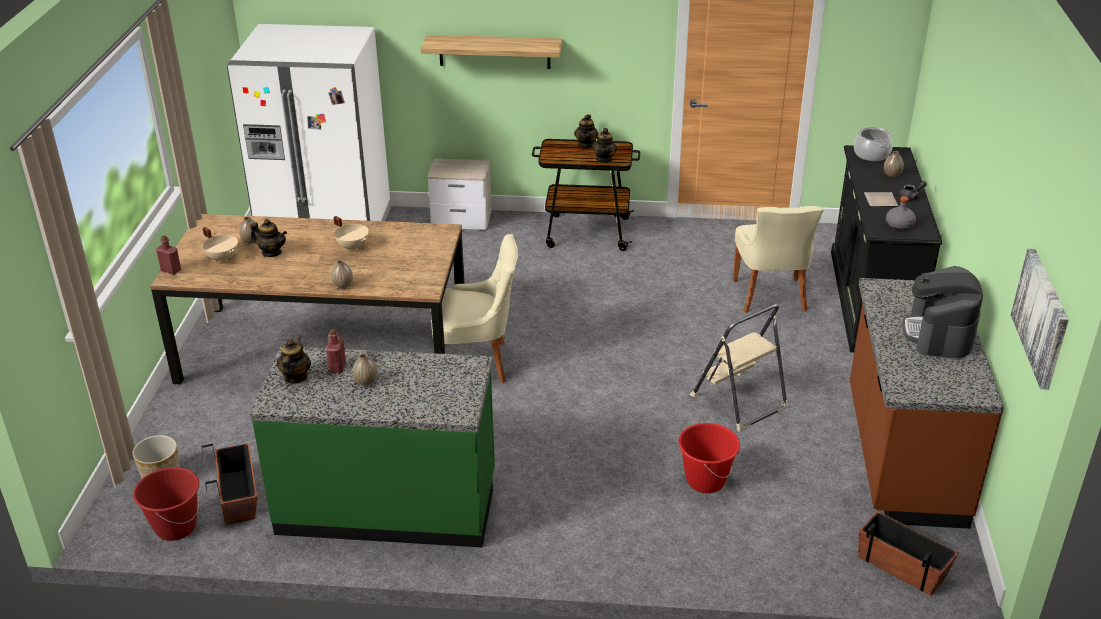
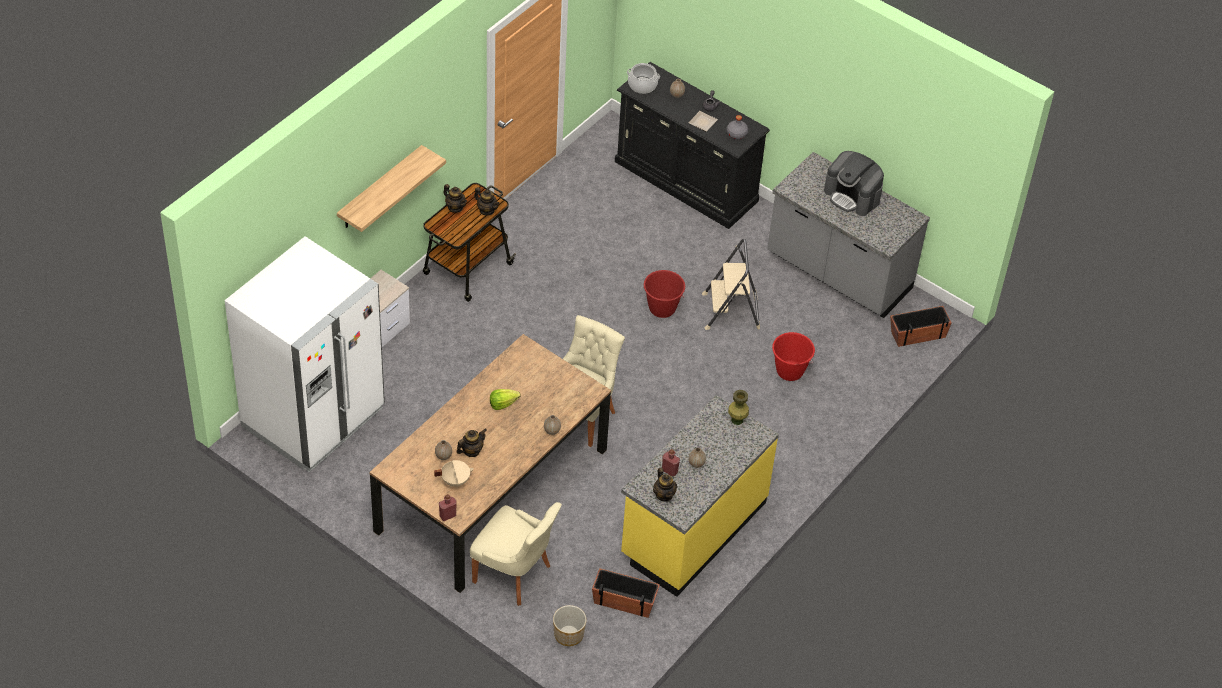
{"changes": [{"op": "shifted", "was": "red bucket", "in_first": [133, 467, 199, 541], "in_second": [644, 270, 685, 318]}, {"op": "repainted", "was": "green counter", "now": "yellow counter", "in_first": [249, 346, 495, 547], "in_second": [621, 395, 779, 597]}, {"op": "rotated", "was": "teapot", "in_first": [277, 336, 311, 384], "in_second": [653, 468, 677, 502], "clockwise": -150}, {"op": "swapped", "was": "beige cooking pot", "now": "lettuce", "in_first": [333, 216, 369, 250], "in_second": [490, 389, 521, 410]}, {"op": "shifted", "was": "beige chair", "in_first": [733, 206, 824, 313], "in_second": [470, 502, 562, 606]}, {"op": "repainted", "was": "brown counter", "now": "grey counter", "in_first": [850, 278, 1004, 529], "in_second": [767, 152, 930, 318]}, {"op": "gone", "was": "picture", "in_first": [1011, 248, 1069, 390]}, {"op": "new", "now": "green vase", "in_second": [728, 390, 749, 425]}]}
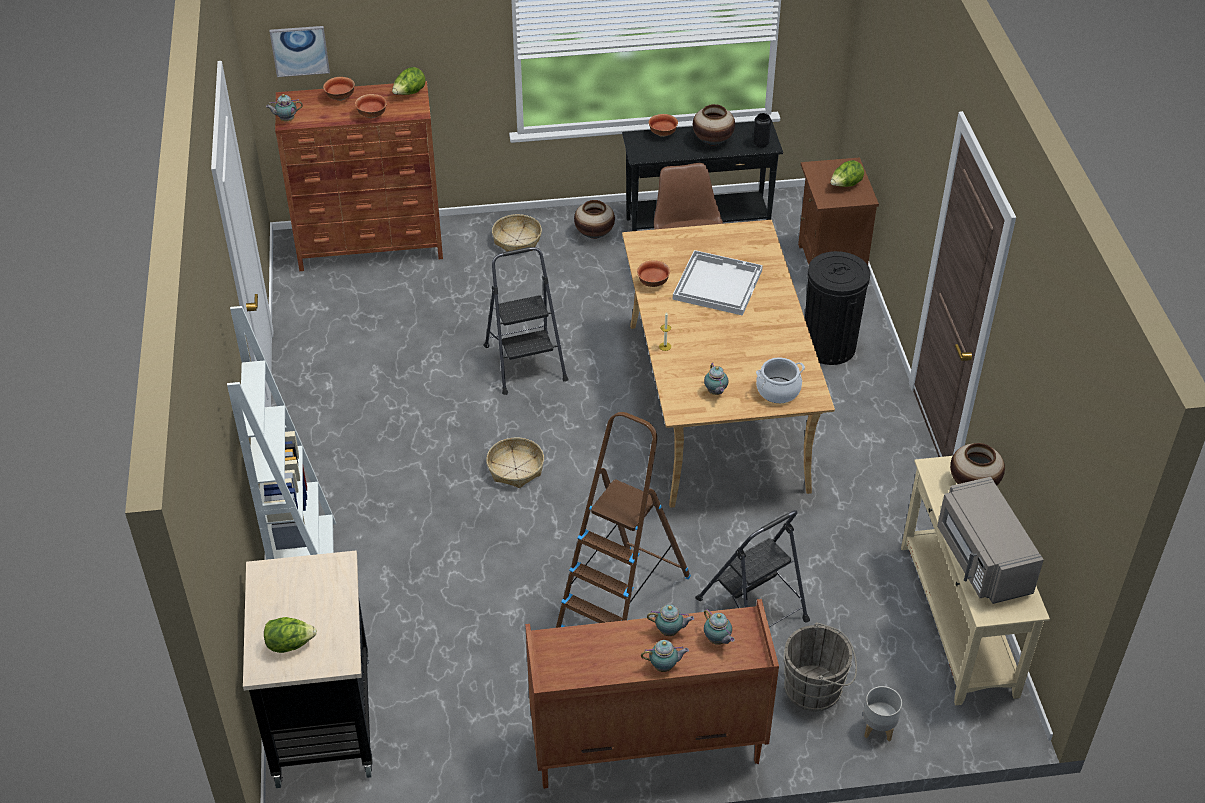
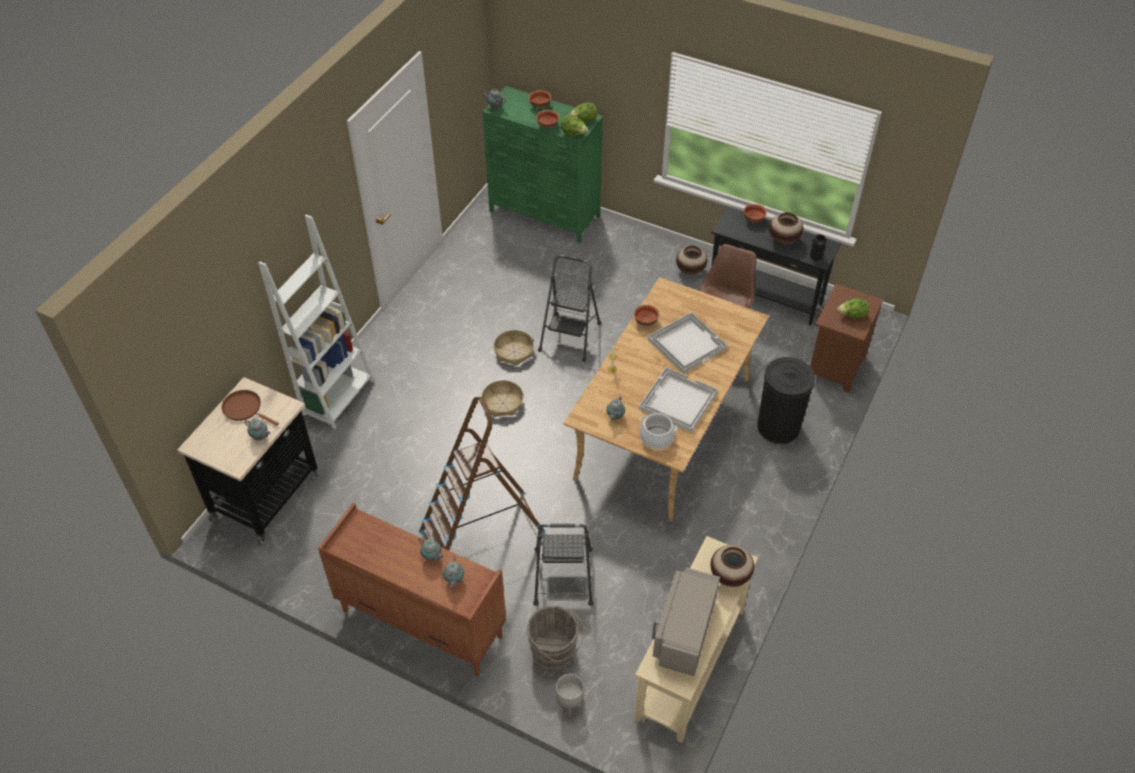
{"changes": [{"op": "shifted", "was": "lettuce", "in_first": [264, 617, 317, 653], "in_second": [561, 115, 588, 135]}, {"op": "gone", "was": "picture", "in_first": [270, 26, 330, 77]}, {"op": "repainted", "was": "brown dresser", "now": "green dresser", "in_first": [275, 81, 443, 271], "in_second": [482, 86, 603, 243]}, {"op": "shifted", "was": "basket", "in_first": [492, 214, 542, 251], "in_second": [494, 330, 534, 366]}, {"op": "shifted", "was": "teapot", "in_first": [641, 640, 689, 672], "in_second": [245, 419, 270, 441]}, {"op": "new", "now": "brown frying pan", "in_second": [222, 390, 279, 426]}, {"op": "new", "now": "white tray", "in_second": [639, 367, 718, 433]}]}
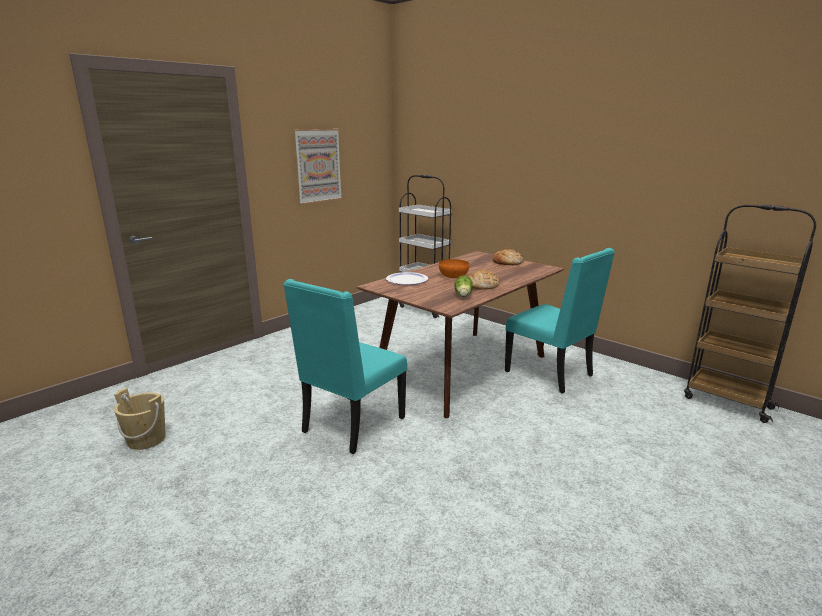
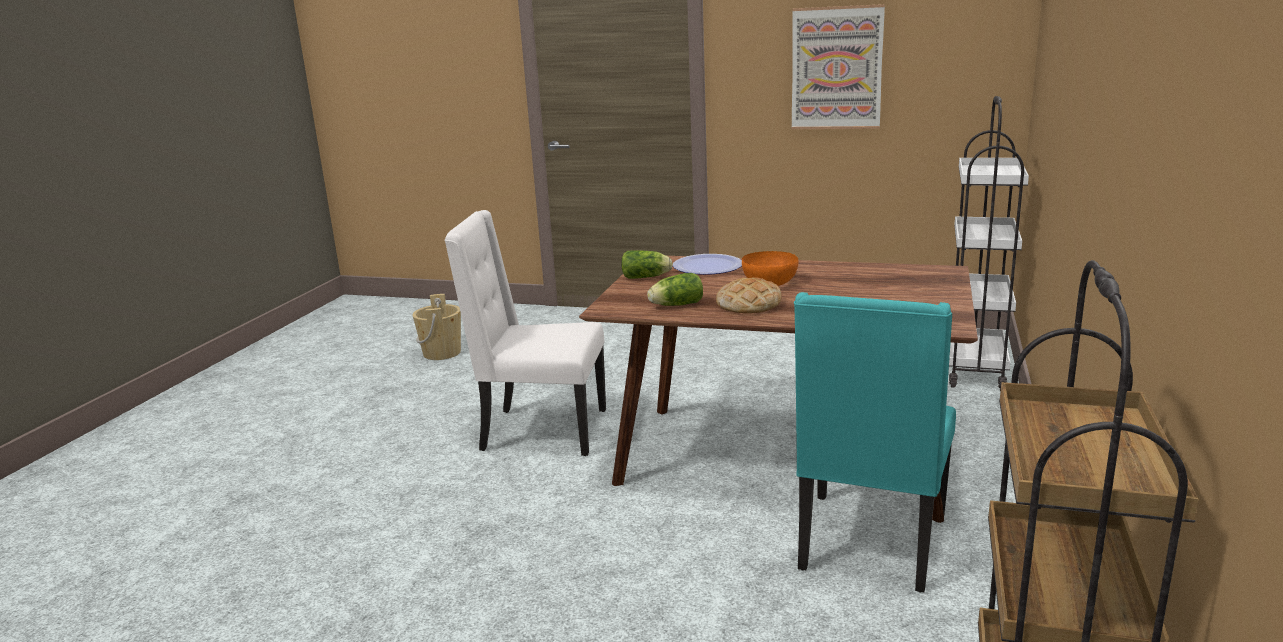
{"changes": [{"op": "repainted", "was": "turquoise chair", "now": "white chair", "in_first": [284, 279, 407, 454], "in_second": [444, 210, 606, 456]}, {"op": "gone", "was": "bread", "in_first": [493, 249, 523, 265]}, {"op": "new", "now": "lettuce", "in_second": [621, 250, 673, 279]}]}
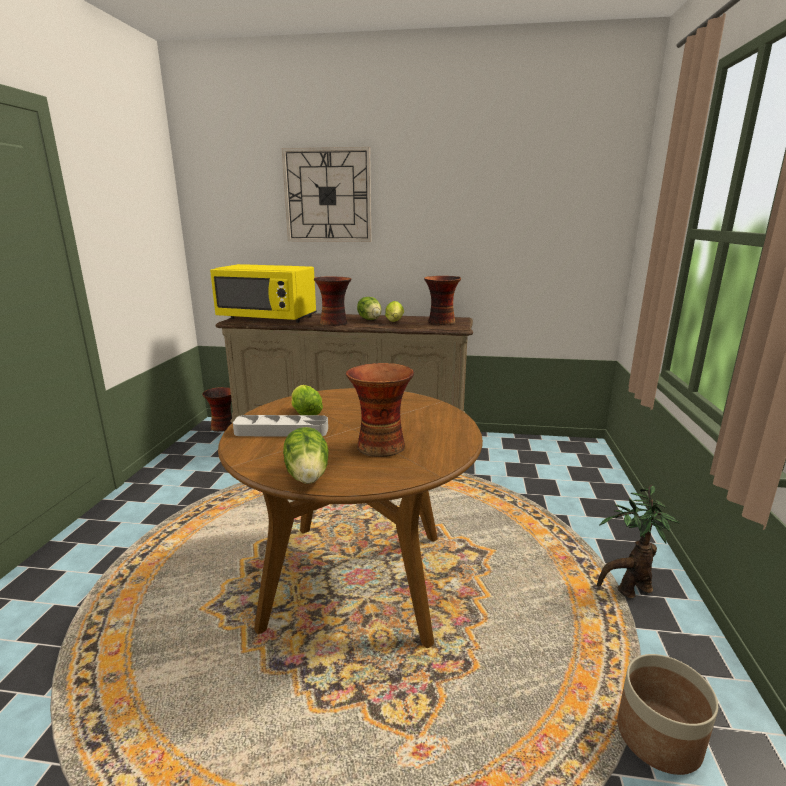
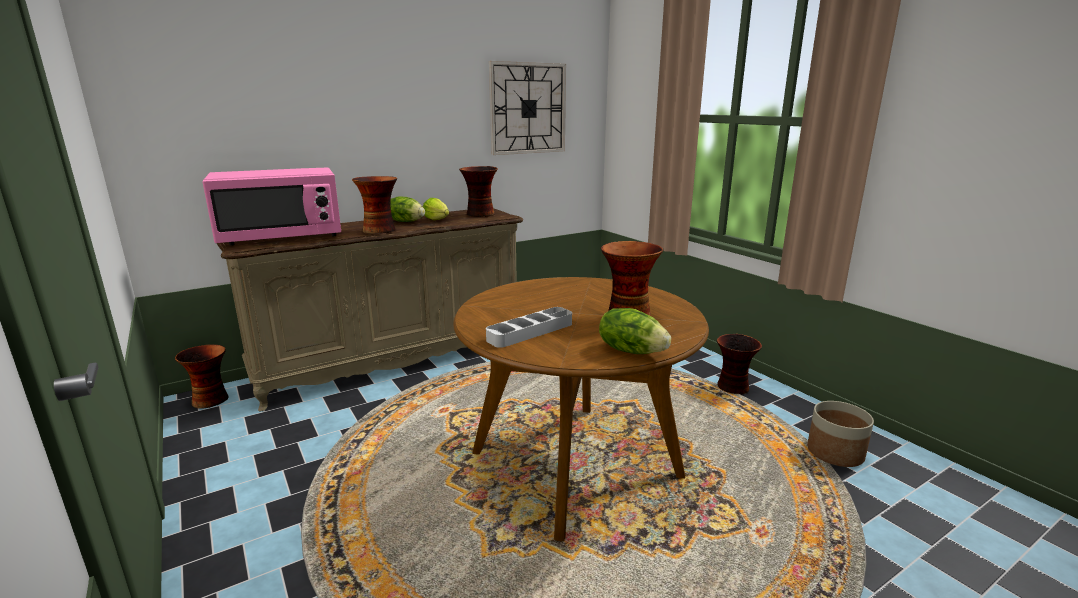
{"changes": [{"op": "repainted", "was": "yellow microwave", "now": "pink microwave", "in_first": [210, 264, 317, 323], "in_second": [202, 168, 341, 246]}, {"op": "shifted", "was": "wall clock", "in_first": [282, 147, 371, 242], "in_second": [489, 61, 566, 155]}, {"op": "gone", "was": "lettuce", "in_first": [291, 385, 323, 415]}, {"op": "swapped", "was": "potted plant", "now": "vase", "in_first": [597, 485, 679, 598], "in_second": [717, 334, 762, 395]}]}
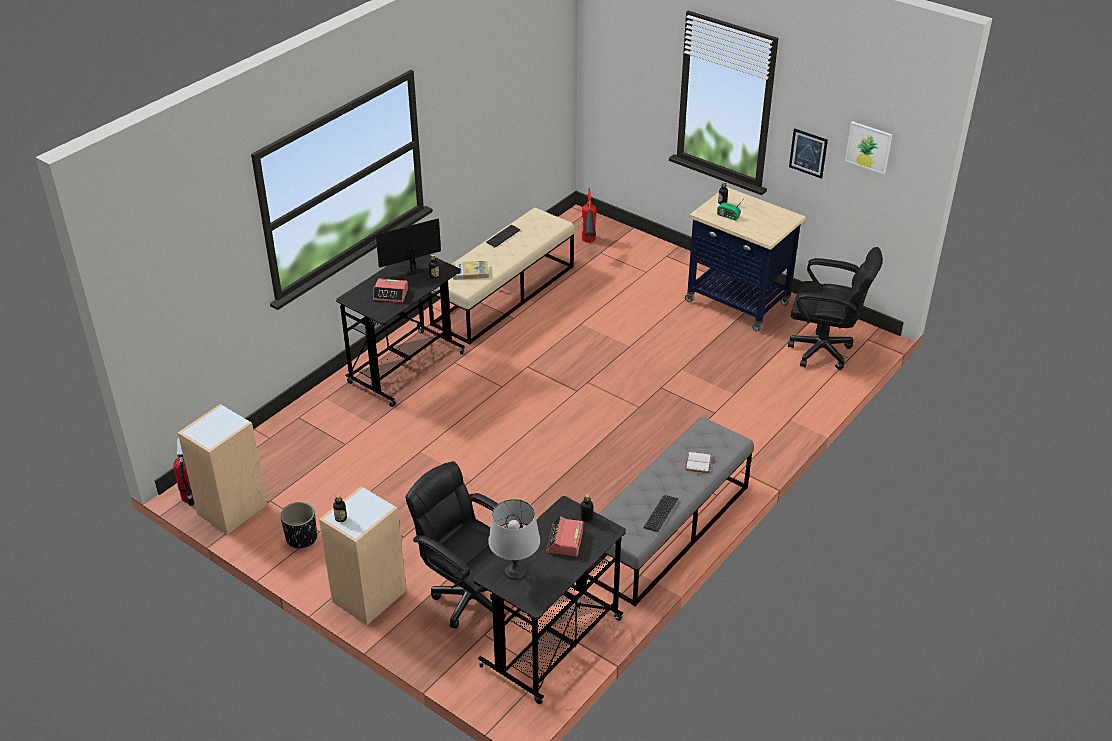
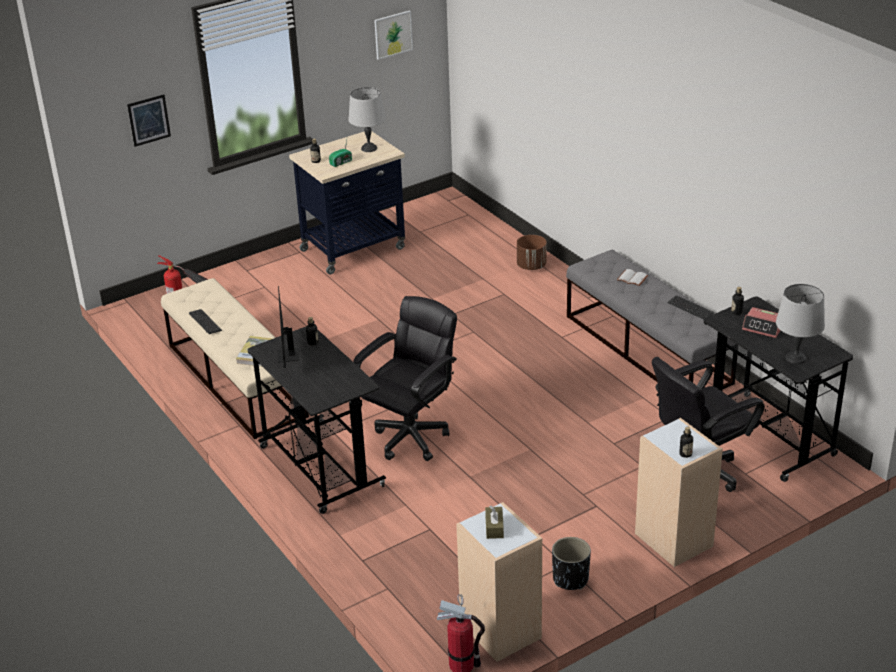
{"changes": [{"op": "gone", "was": "alarm clock", "in_first": [373, 278, 408, 302]}, {"op": "shifted", "was": "black office chair", "in_first": [788, 247, 883, 370], "in_second": [353, 296, 457, 461]}, {"op": "shifted", "was": "picture", "in_first": [789, 128, 828, 179], "in_second": [127, 94, 171, 147]}, {"op": "new", "now": "grey table lamp", "in_second": [348, 87, 386, 152]}, {"op": "new", "now": "brown tissue box", "in_second": [485, 506, 504, 539]}, {"op": "new", "now": "brown planter", "in_second": [517, 235, 547, 270]}]}
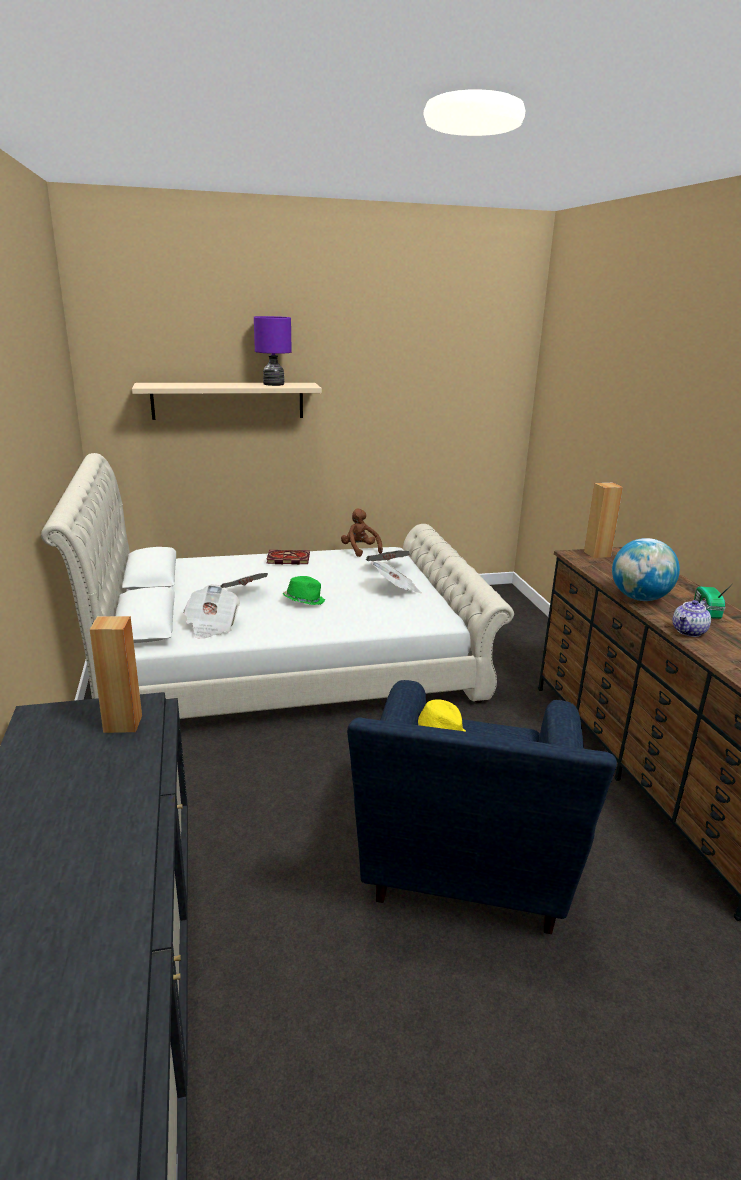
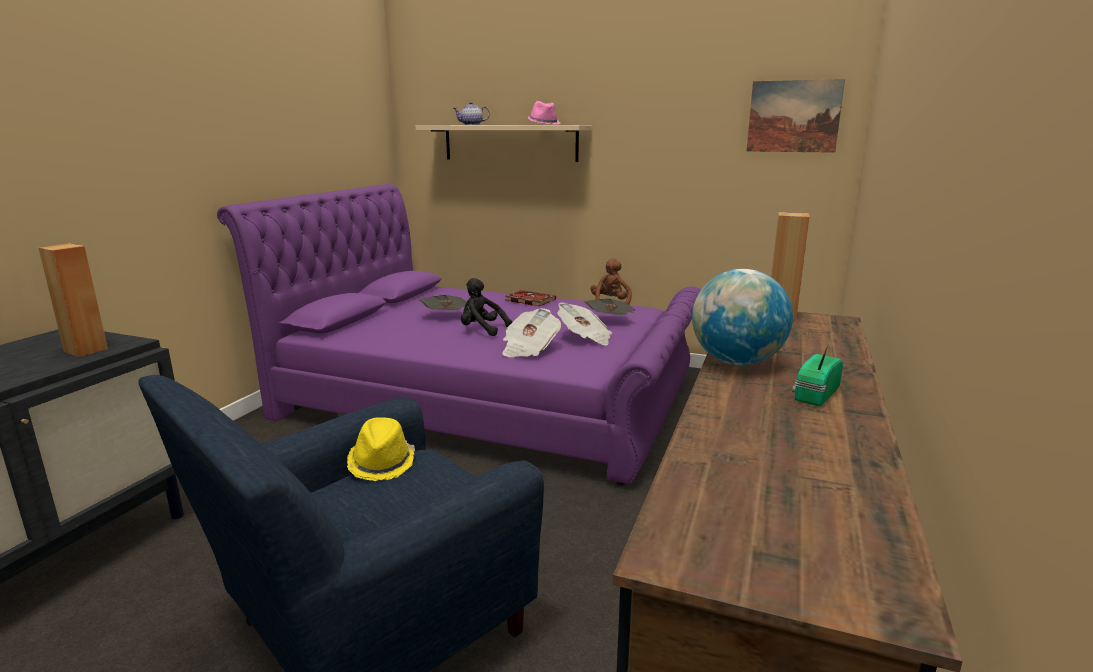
{"changes": [{"op": "repainted", "was": "beige bed", "now": "purple bed", "in_first": [41, 453, 514, 719], "in_second": [217, 184, 701, 486]}, {"op": "shifted", "was": "newspaper", "in_first": [183, 585, 240, 639], "in_second": [502, 308, 561, 357]}, {"op": "swapped", "was": "purple table lamp", "now": "pink hat", "in_first": [254, 316, 292, 386], "in_second": [527, 101, 560, 125]}, {"op": "swapped", "was": "green hat", "now": "black plush toy", "in_first": [283, 576, 325, 605], "in_second": [461, 278, 512, 336]}, {"op": "shifted", "was": "teapot", "in_first": [673, 600, 711, 637], "in_second": [453, 102, 490, 125]}, {"op": "new", "now": "picture", "in_second": [747, 79, 845, 153]}]}
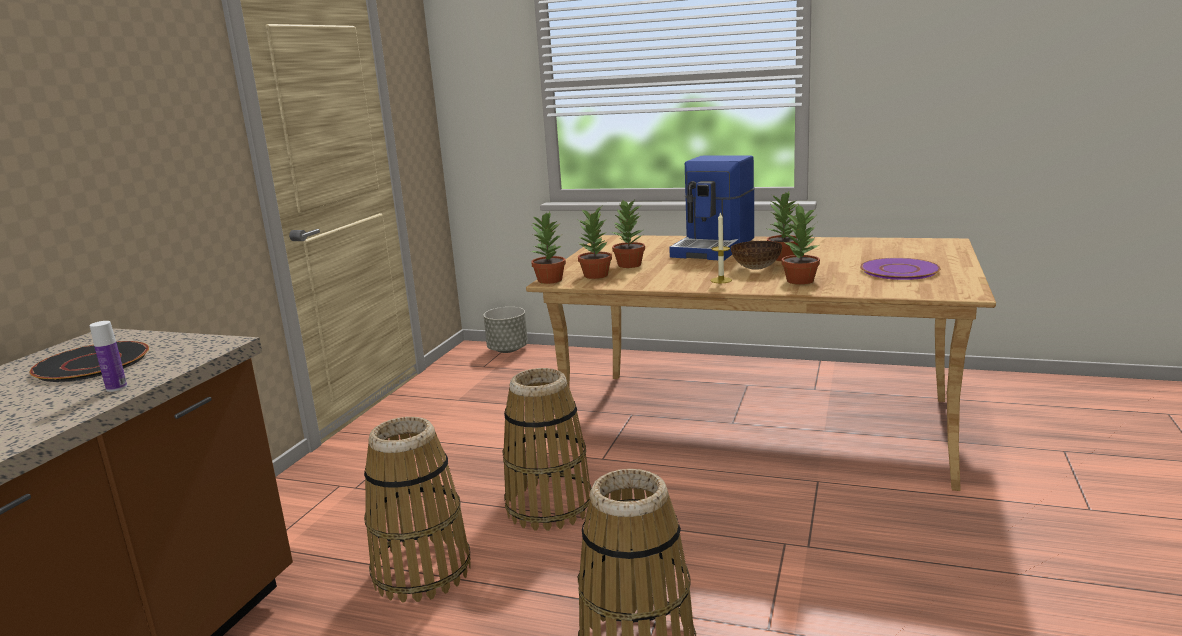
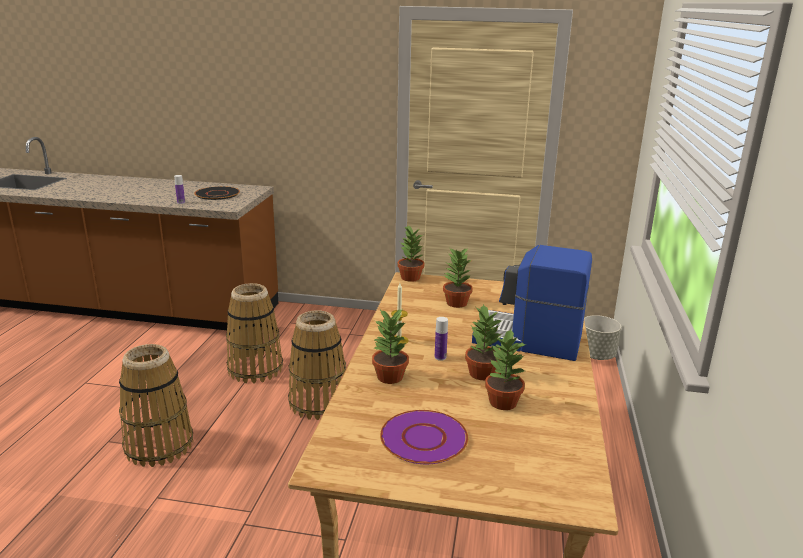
{"changes": [{"op": "shifted", "was": "potted plant", "in_first": [578, 206, 612, 279], "in_second": [485, 329, 525, 410]}, {"op": "swapped", "was": "bowl", "now": "bottle", "in_first": [731, 241, 782, 270], "in_second": [435, 317, 448, 361]}]}
